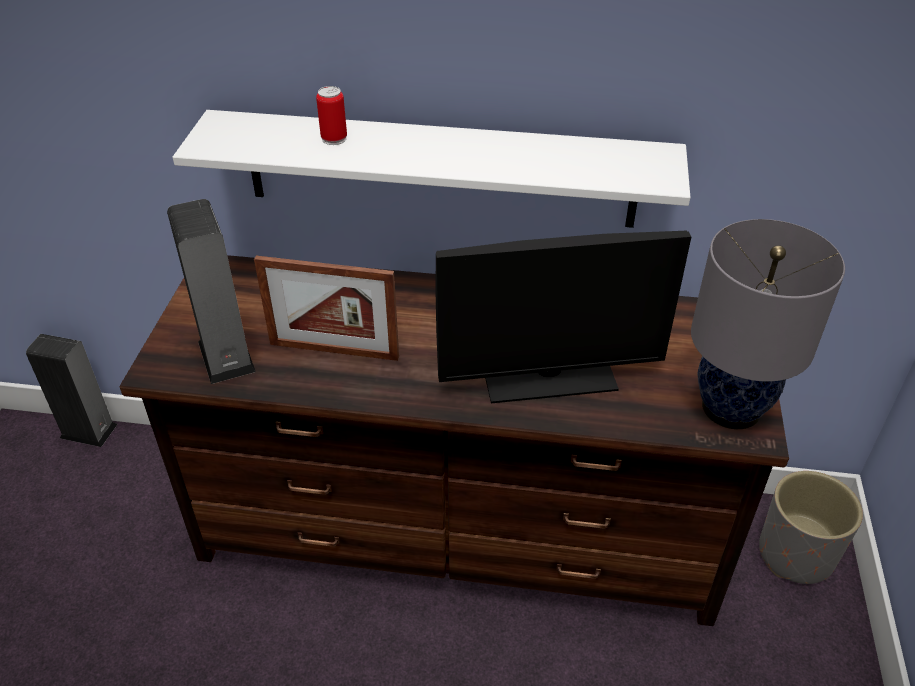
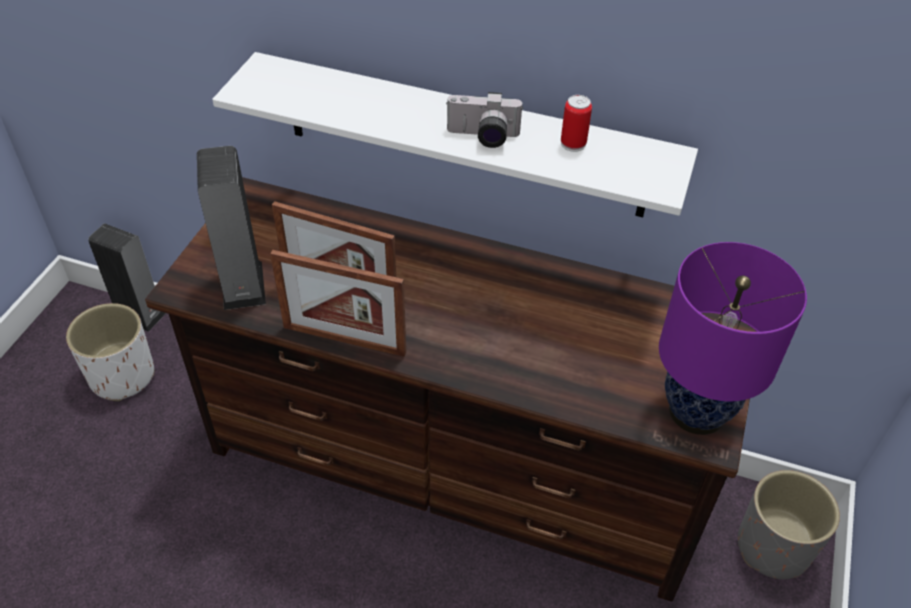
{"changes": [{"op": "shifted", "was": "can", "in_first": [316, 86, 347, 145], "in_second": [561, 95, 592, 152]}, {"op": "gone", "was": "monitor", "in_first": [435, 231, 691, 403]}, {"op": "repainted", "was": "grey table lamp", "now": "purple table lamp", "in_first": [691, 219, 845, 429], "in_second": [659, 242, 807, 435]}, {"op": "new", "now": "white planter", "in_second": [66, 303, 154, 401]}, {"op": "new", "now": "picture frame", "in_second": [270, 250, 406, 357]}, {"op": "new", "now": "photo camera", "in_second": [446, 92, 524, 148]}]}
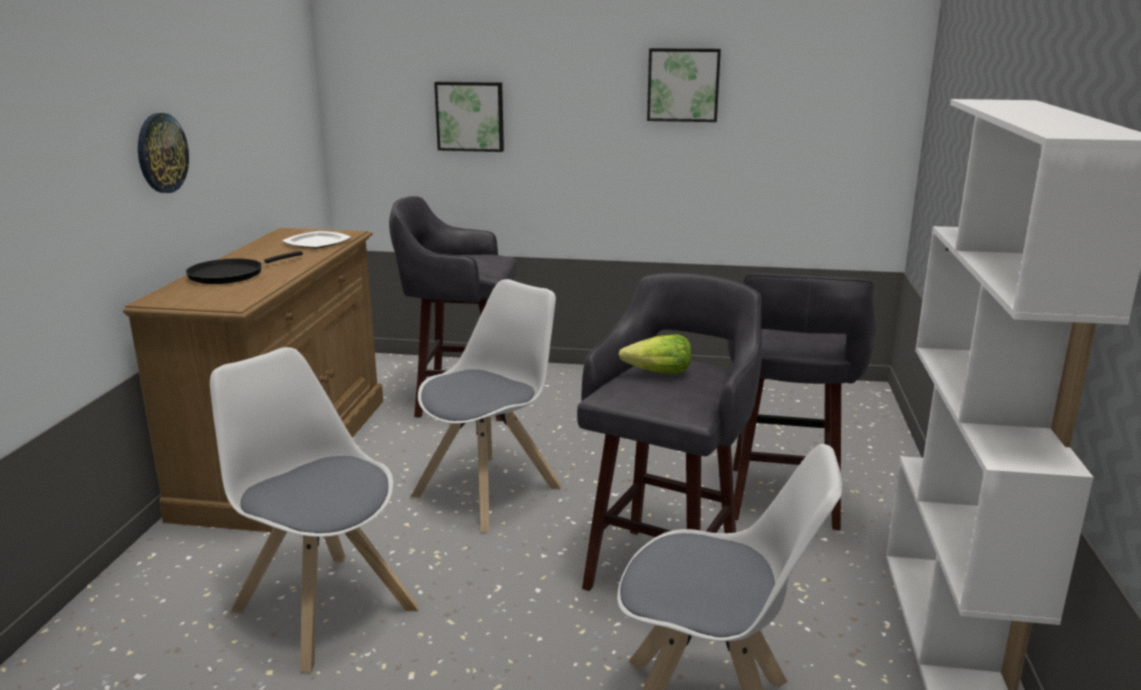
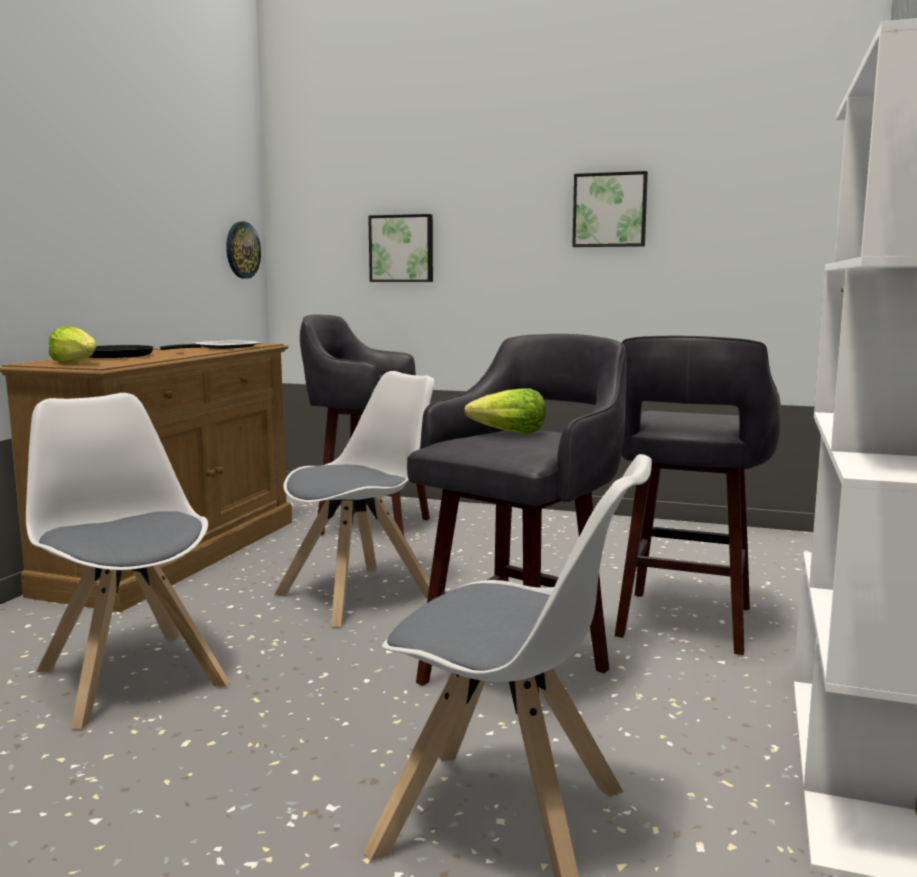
{"changes": [{"op": "shifted", "was": "wall clock", "in_first": [138, 113, 189, 193], "in_second": [226, 221, 261, 279]}, {"op": "new", "now": "lettuce", "in_second": [49, 326, 96, 363]}]}
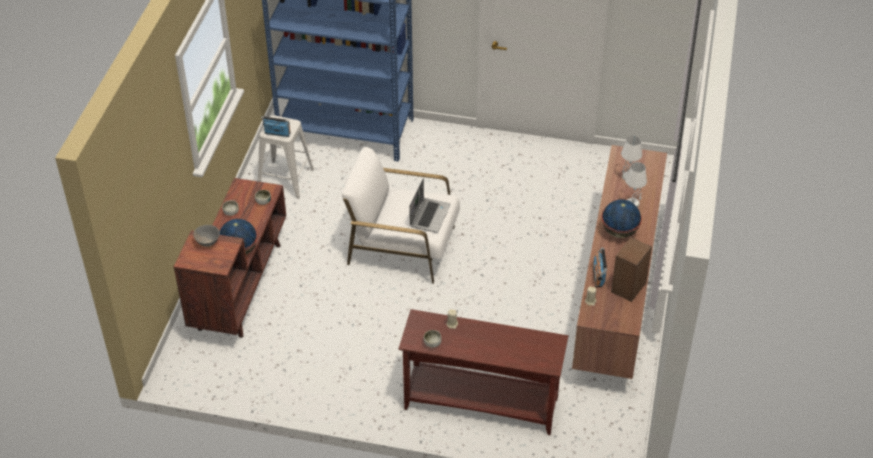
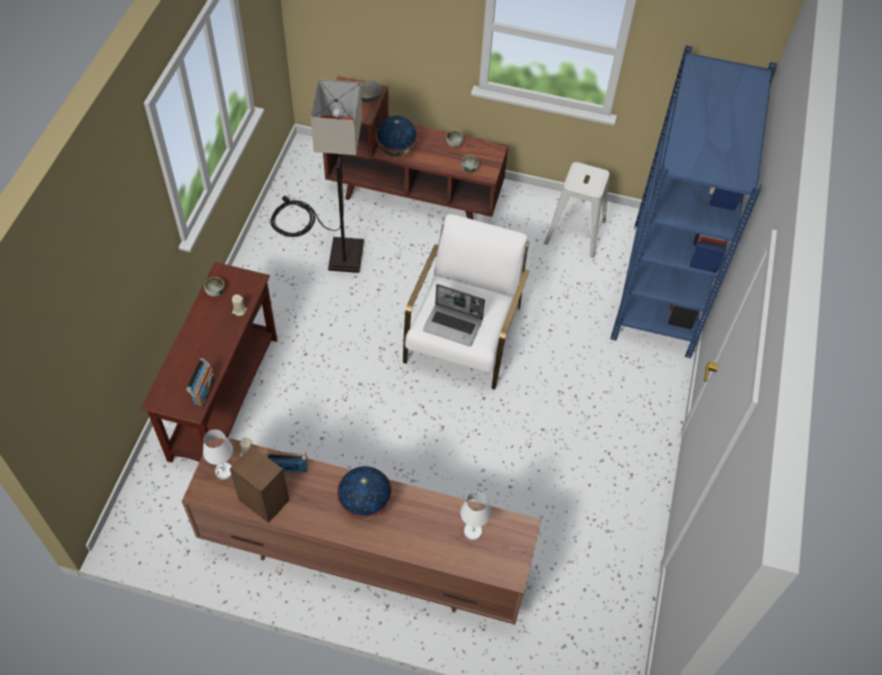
{"changes": [{"op": "shifted", "was": "radio", "in_first": [261, 116, 291, 137], "in_second": [186, 358, 216, 407]}, {"op": "shifted", "was": "white table lamp", "in_first": [625, 162, 647, 207], "in_second": [203, 429, 233, 480]}, {"op": "new", "now": "floor lamp", "in_second": [270, 79, 364, 273]}]}
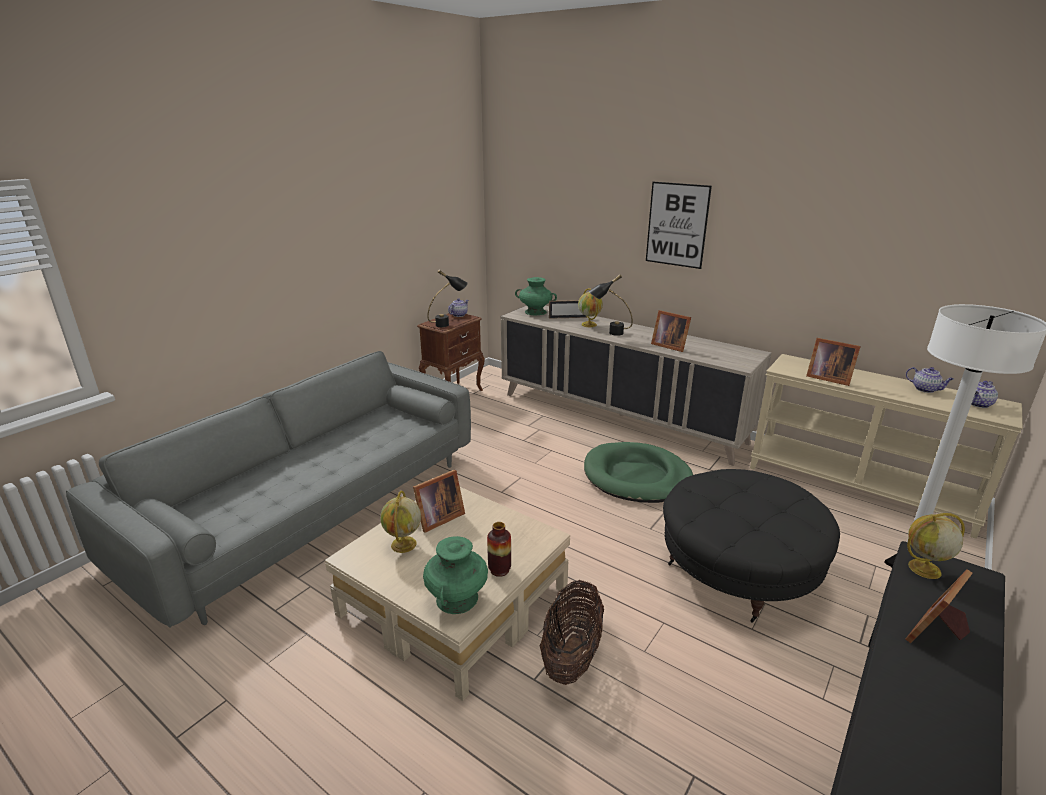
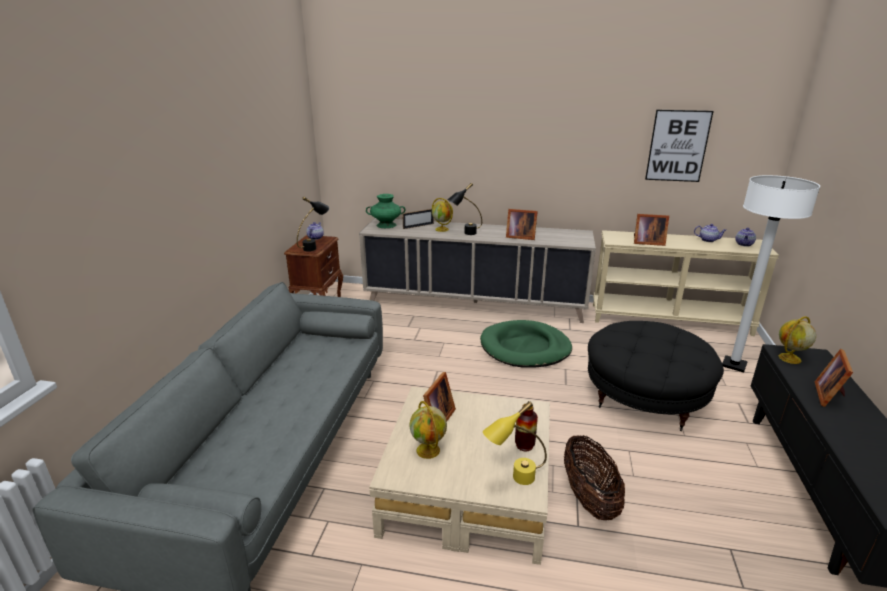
{"changes": [{"op": "swapped", "was": "green vase", "now": "yellow table lamp", "in_first": [423, 536, 488, 614], "in_second": [483, 401, 547, 485]}, {"op": "shifted", "was": "picture", "in_first": [646, 182, 712, 269], "in_second": [645, 110, 714, 182]}]}
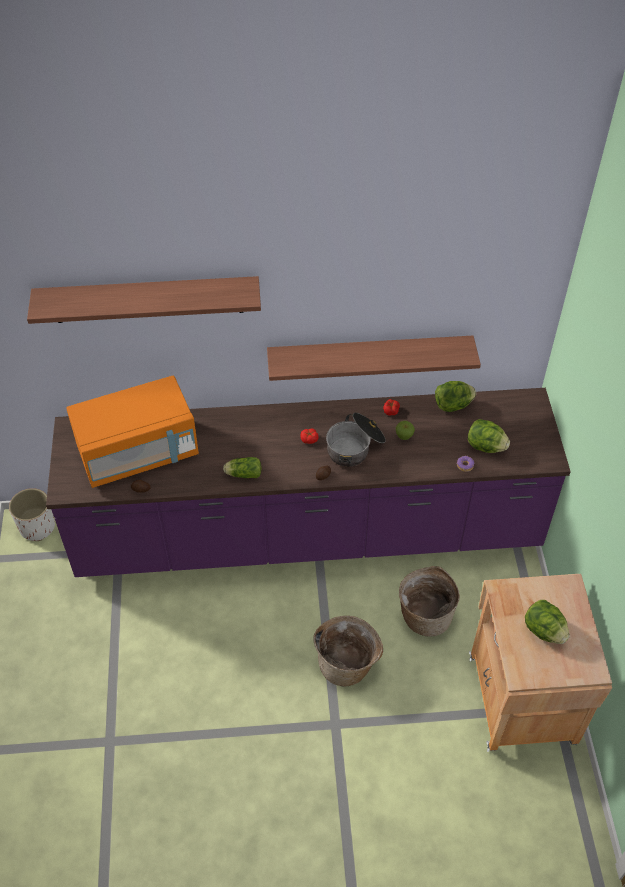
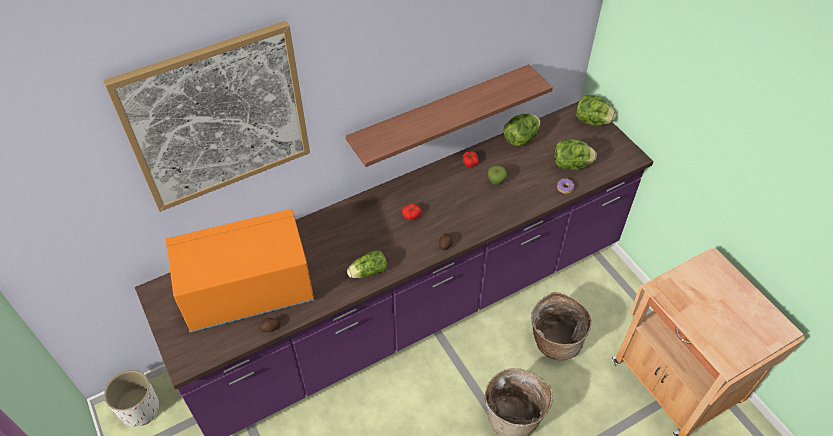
{"changes": [{"op": "swapped", "was": "shelf", "now": "picture", "in_first": [27, 276, 261, 324], "in_second": [103, 21, 310, 212]}, {"op": "rotated", "was": "orange microwave", "in_first": [66, 375, 199, 488], "in_second": [166, 209, 314, 333], "clockwise": -150}, {"op": "gone", "was": "cooking pot", "in_first": [326, 413, 386, 467]}, {"op": "shifted", "was": "lettuce", "in_first": [525, 600, 569, 644], "in_second": [576, 95, 616, 126]}]}
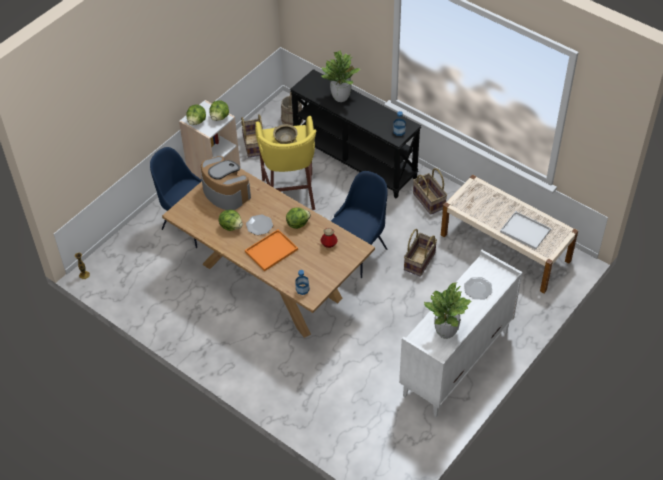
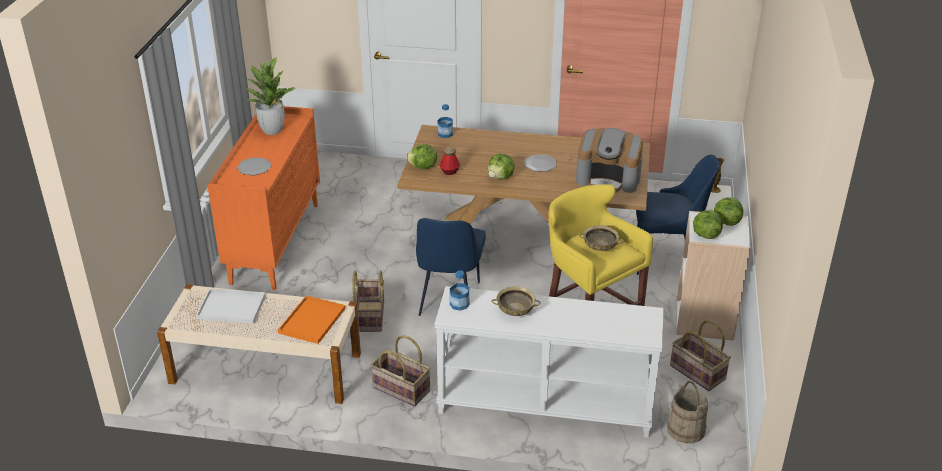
{"changes": [{"op": "shifted", "was": "lettuce", "in_first": [219, 210, 243, 231], "in_second": [406, 144, 437, 170]}, {"op": "shifted", "was": "orange tray", "in_first": [245, 229, 298, 271], "in_second": [278, 295, 345, 344]}, {"op": "repainted", "was": "black console table", "now": "white console table", "in_first": [290, 69, 421, 199], "in_second": [434, 286, 664, 438]}, {"op": "gone", "was": "potted plant", "in_first": [321, 50, 360, 102]}, {"op": "repainted", "was": "white cabinet", "now": "orange cabinet", "in_first": [399, 250, 522, 417], "in_second": [207, 106, 320, 290]}, {"op": "new", "now": "beige bowl", "in_second": [491, 286, 541, 316]}]}
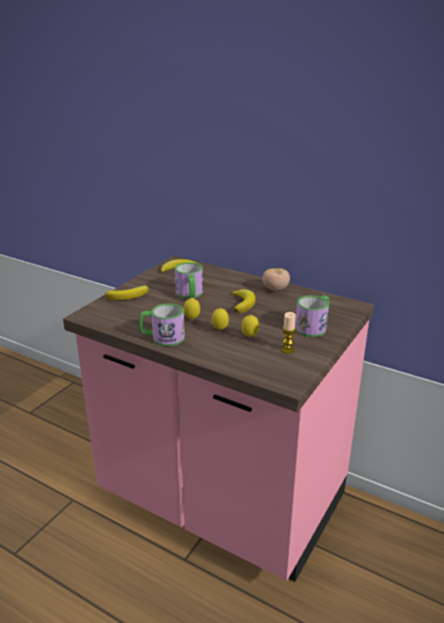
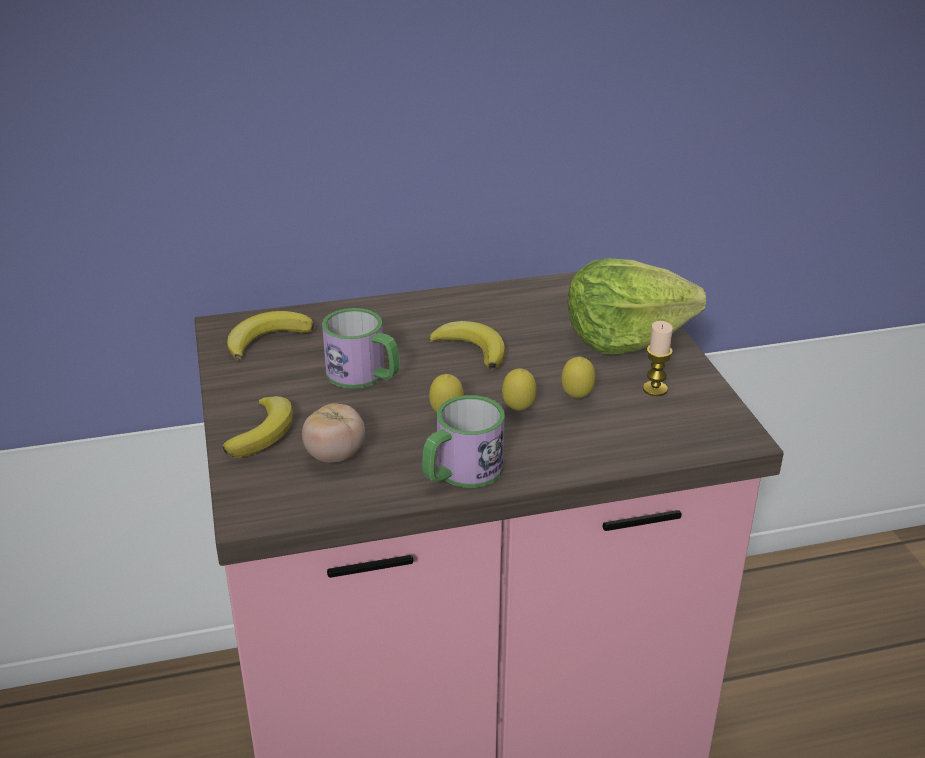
{"changes": [{"op": "shifted", "was": "tomato", "in_first": [263, 268, 290, 291], "in_second": [302, 403, 365, 463]}, {"op": "swapped", "was": "mug", "now": "lettuce", "in_first": [295, 295, 329, 337], "in_second": [568, 258, 706, 354]}]}
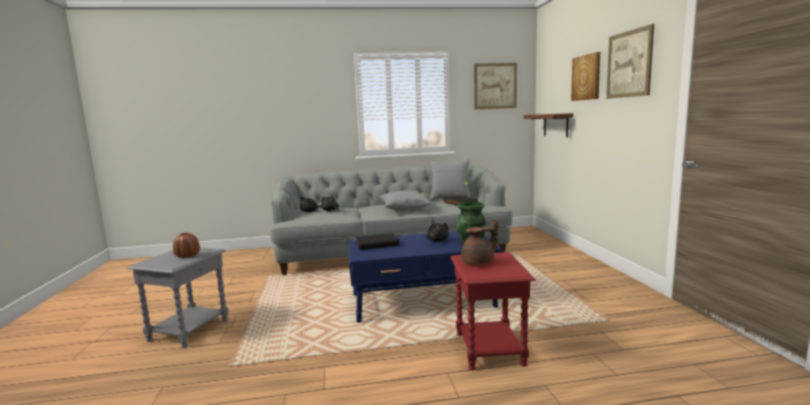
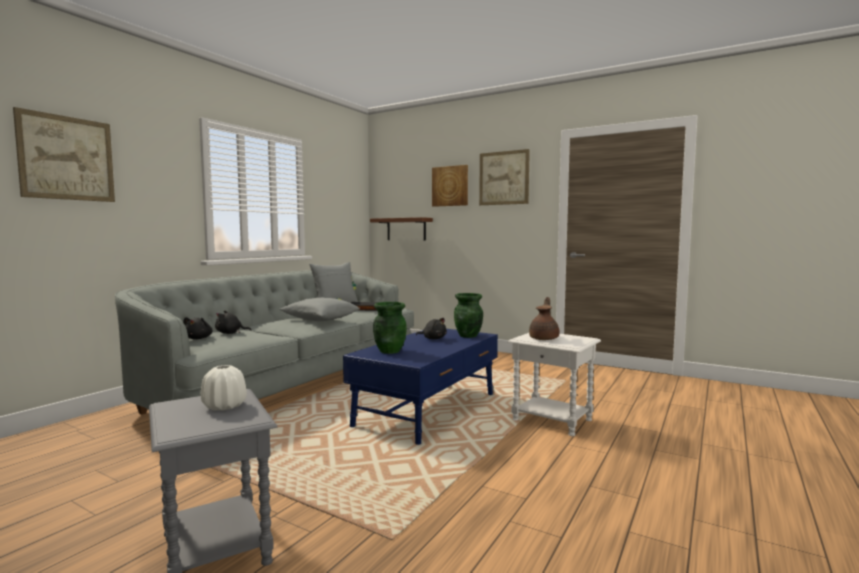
{"changes": [{"op": "repainted", "was": "brown vase", "now": "white vase", "in_first": [173, 233, 200, 258], "in_second": [201, 365, 247, 411]}, {"op": "swapped", "was": "black book", "now": "green vase", "in_first": [355, 233, 399, 250], "in_second": [373, 302, 407, 354]}, {"op": "repainted", "was": "red side table", "now": "white side table", "in_first": [450, 252, 536, 370], "in_second": [507, 333, 601, 436]}, {"op": "shifted", "was": "picture", "in_first": [474, 63, 517, 110], "in_second": [13, 107, 115, 202]}]}
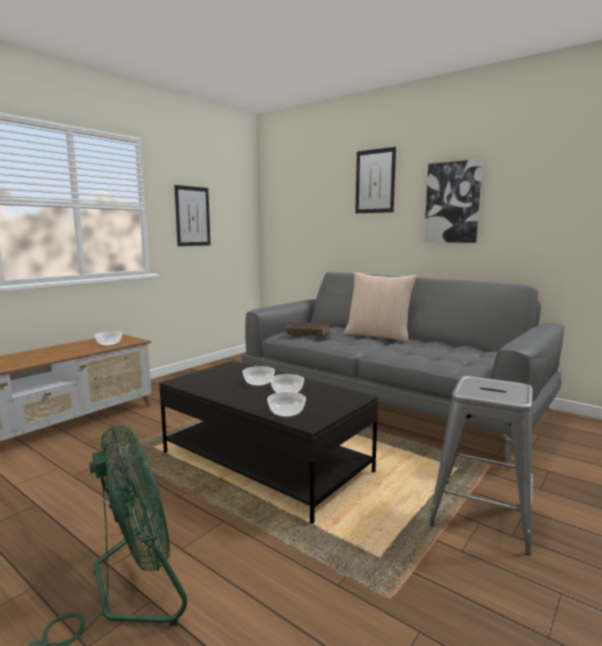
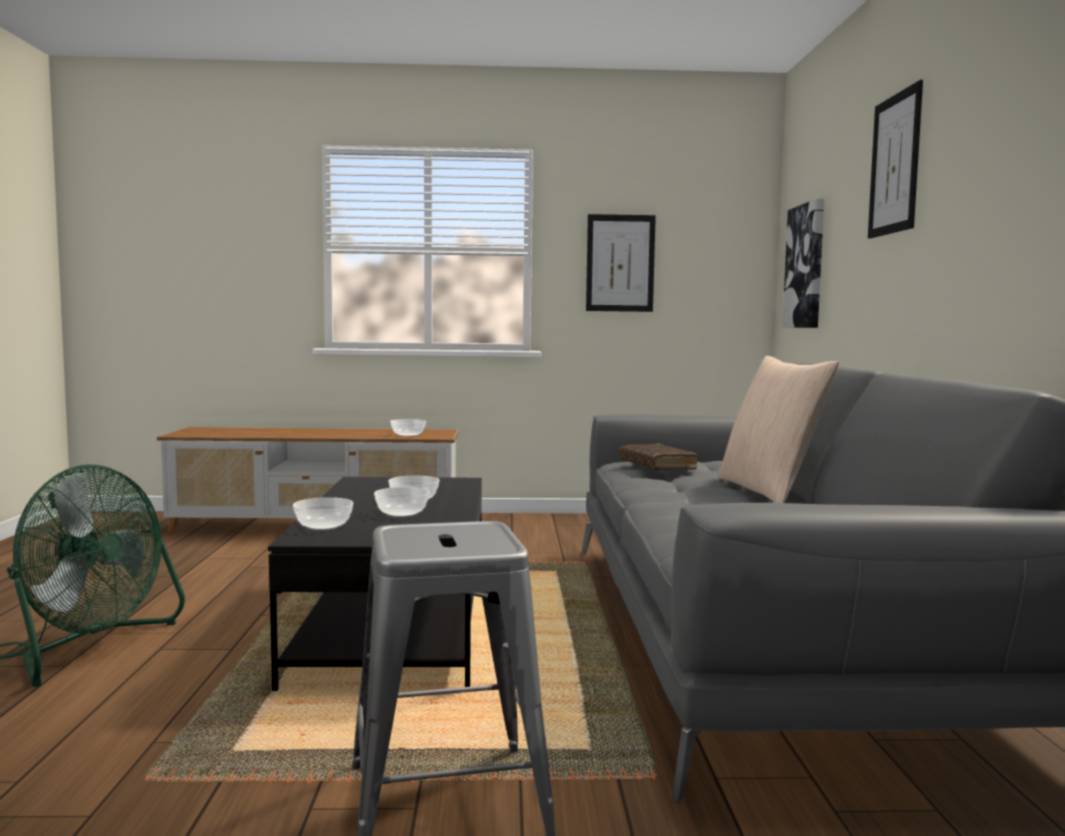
{"changes": [{"op": "shifted", "was": "picture", "in_first": [424, 159, 482, 243], "in_second": [782, 198, 824, 328]}]}
